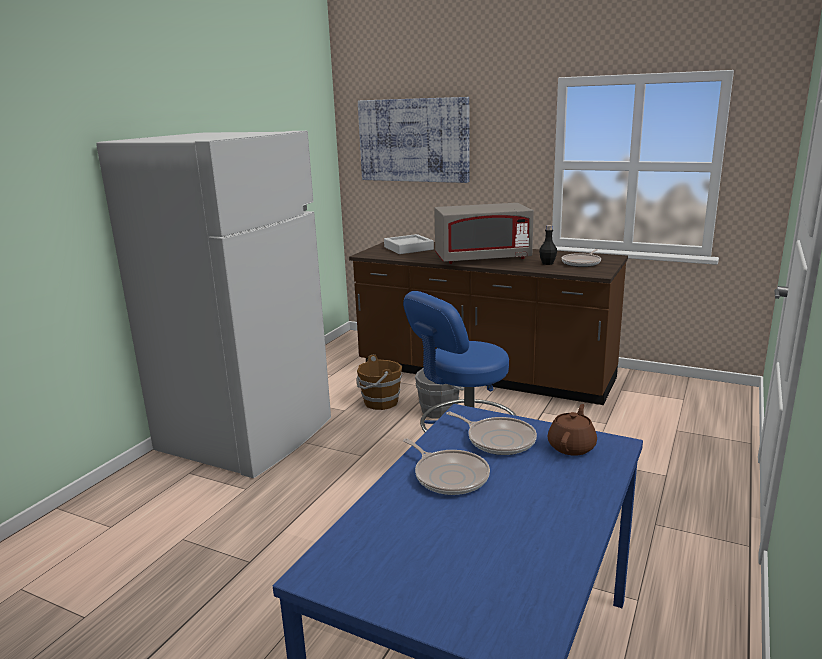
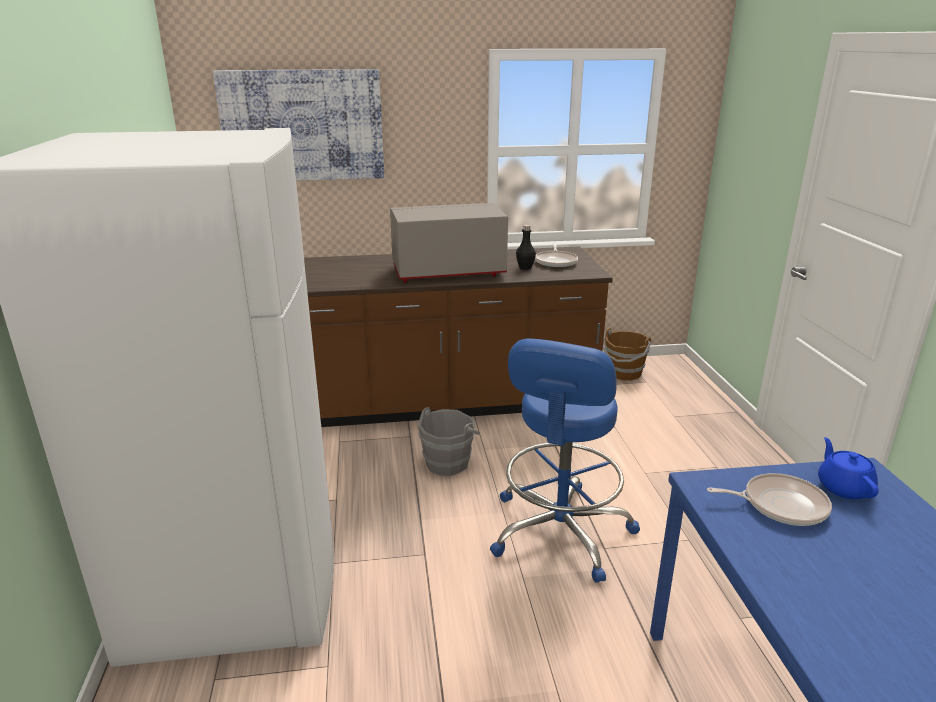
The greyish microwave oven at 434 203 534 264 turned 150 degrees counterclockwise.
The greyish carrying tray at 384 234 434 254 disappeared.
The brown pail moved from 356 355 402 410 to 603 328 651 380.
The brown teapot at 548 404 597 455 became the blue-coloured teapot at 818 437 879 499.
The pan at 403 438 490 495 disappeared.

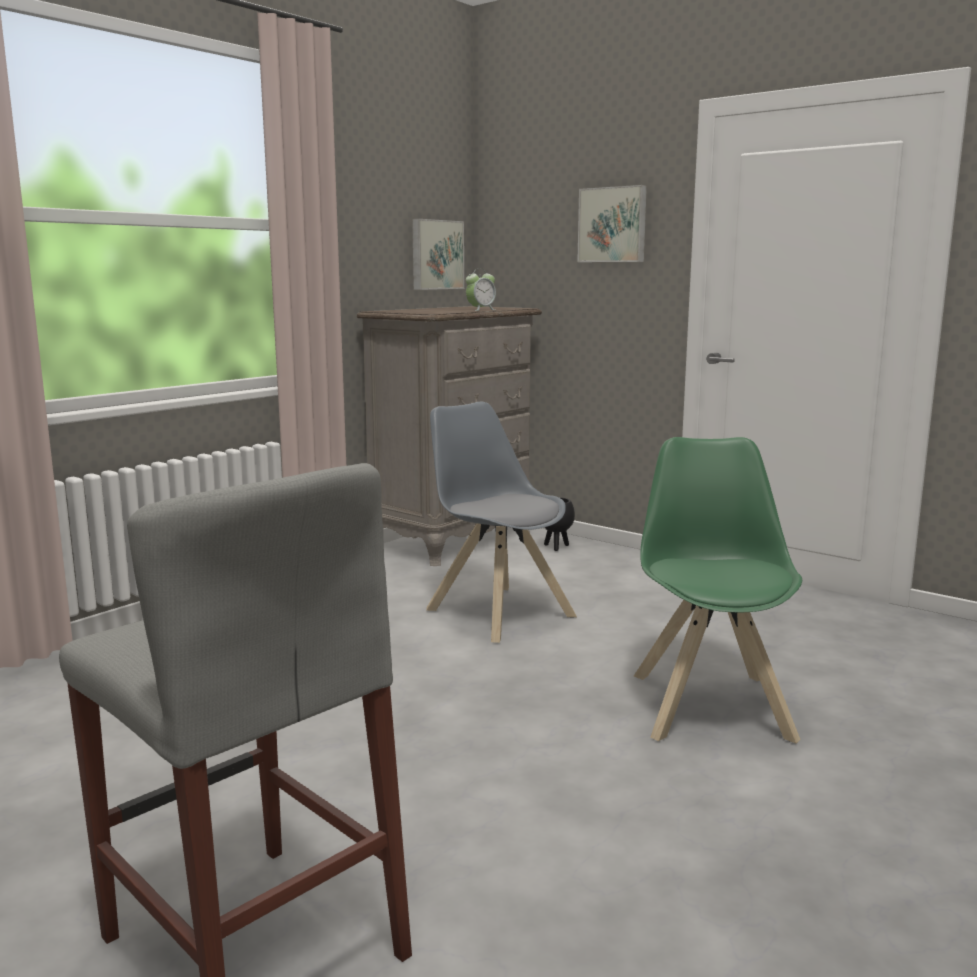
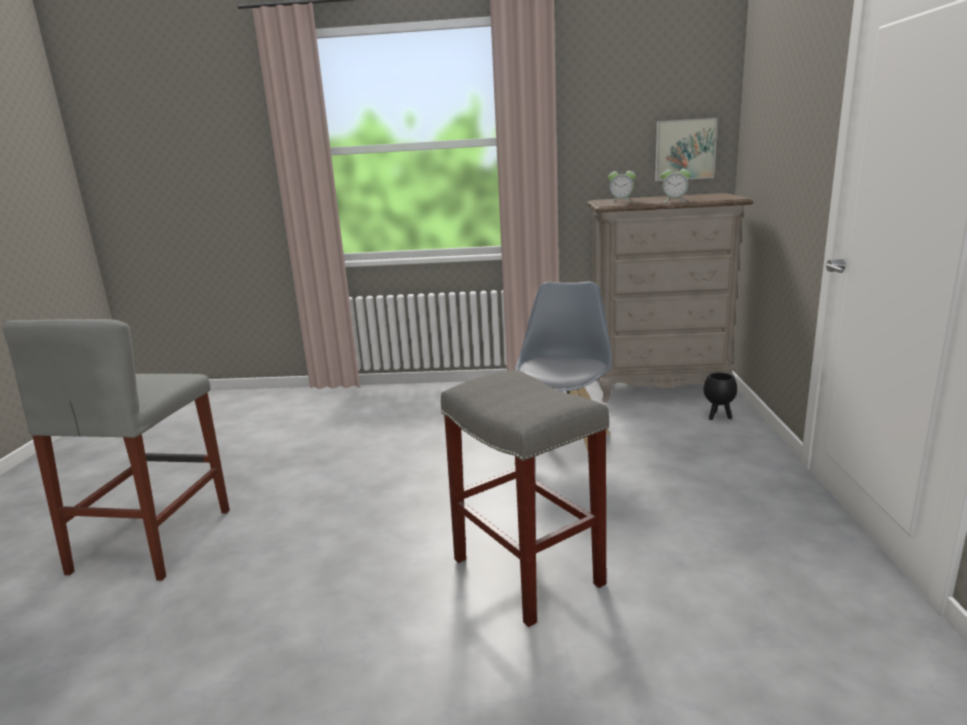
The wall picture at 577 185 647 262 disappeared.
The greenish plain chair at 634 437 802 744 was replaced by the greyish stool at 441 370 609 627.
The table clock at 608 166 636 203 appeared.

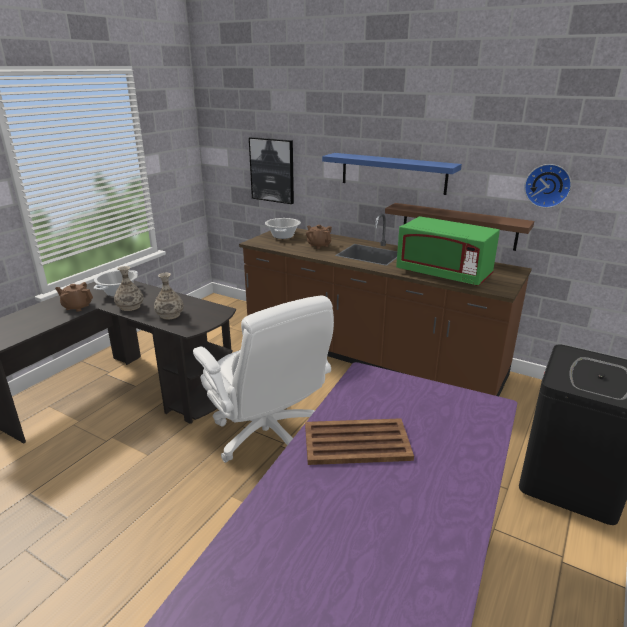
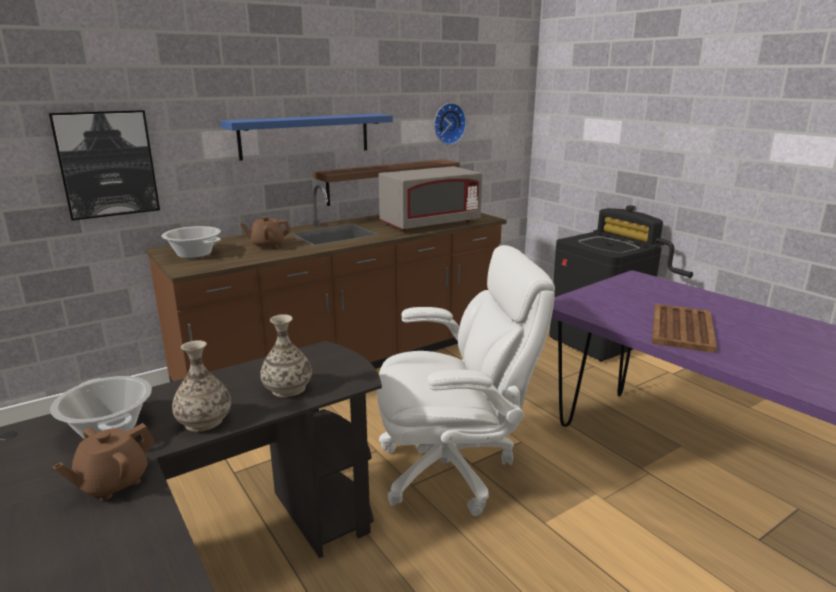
The greenish microwave oven at 396 216 500 286 became the greyish microwave oven at 379 166 482 231.

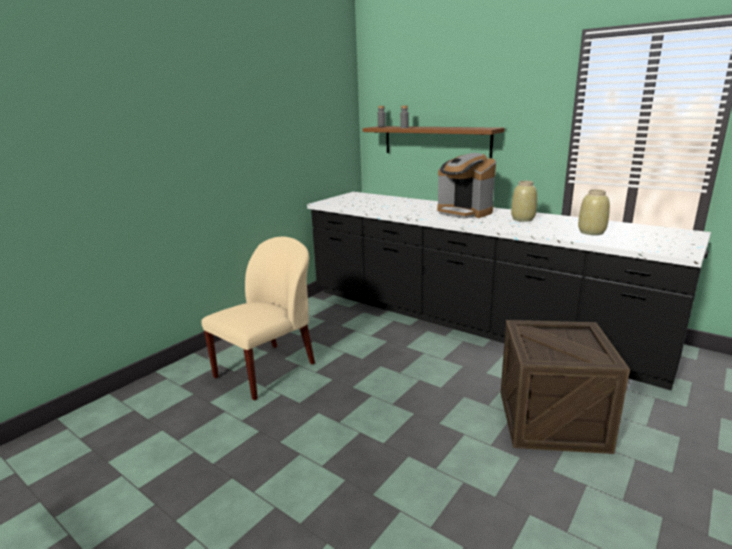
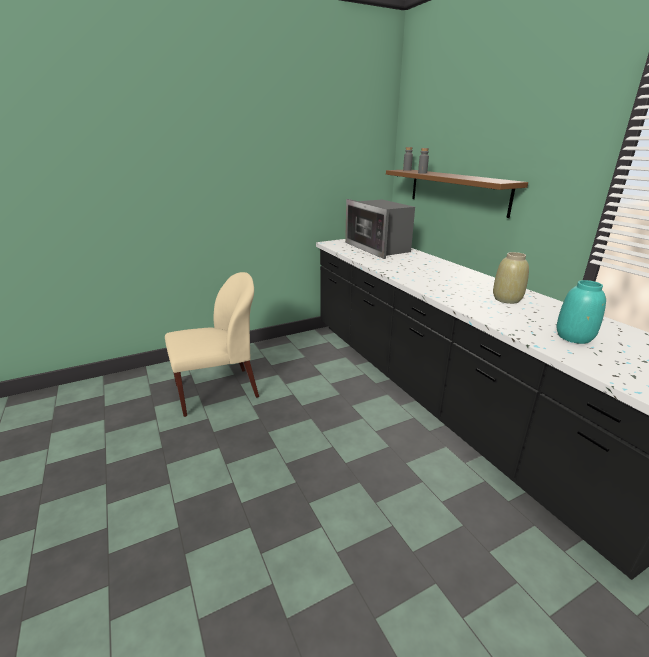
The coffee brewer at 437 153 496 218 disappeared.
The sand-coloured vase at 578 189 610 235 became the blue-green vase at 557 280 606 344.
The packing crate at 501 320 630 454 disappeared.
The microwave oven at 345 199 415 259 appeared.

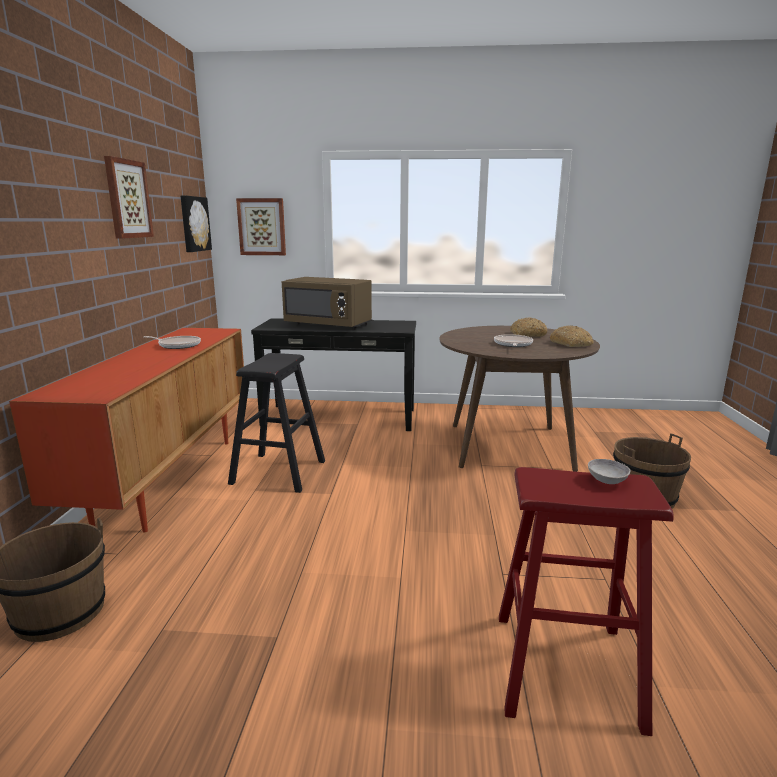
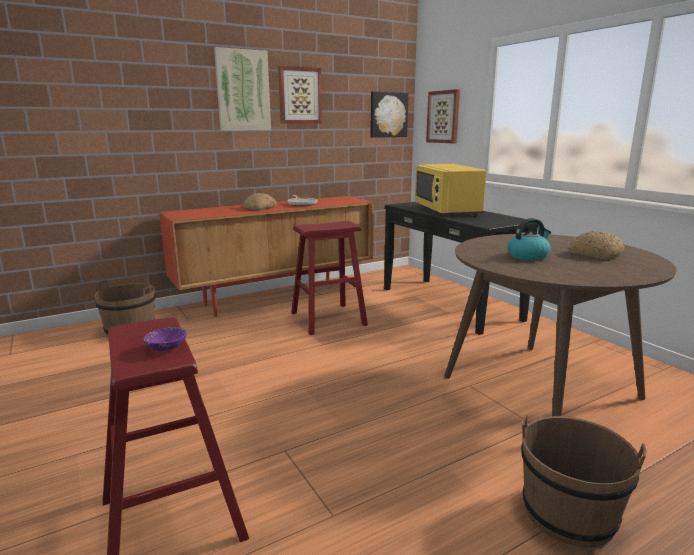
The brown microwave oven at 282 277 372 330 became the yellow microwave oven at 415 164 487 217.
The bakery bread moved from 550 325 594 347 to 243 193 277 210.
The pan at 494 334 533 347 was replaced by the water kettle at 507 218 551 261.
The black-coloured stool at 228 353 325 493 became the red stool at 291 221 368 335.
The greyish bowl at 588 459 631 484 became the purple-coloured bowl at 143 327 187 351.
The wall picture at 214 47 271 131 appeared.

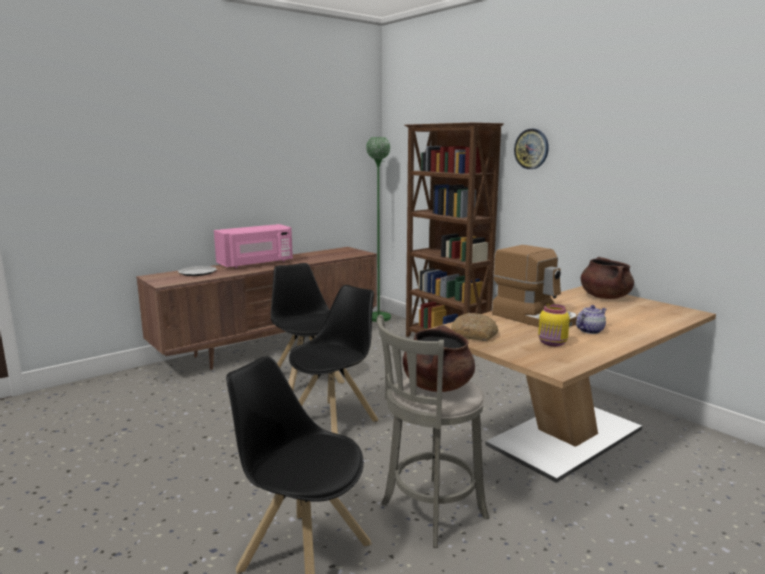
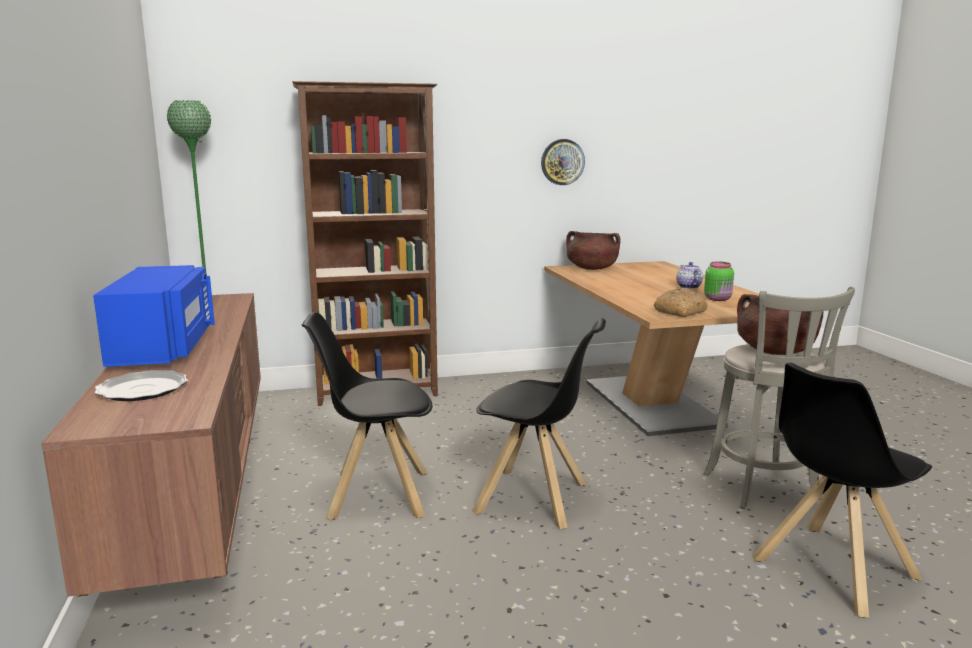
The hanging clock moved from 514 129 549 169 to 541 139 585 185.
The pink-coloured microwave oven at 214 224 293 268 became the blue-coloured microwave oven at 93 265 215 367.
The coffee brewer at 492 245 577 327 disappeared.
The black-coloured plain chair at 289 285 378 434 turned 135 degrees clockwise.
The yellow storage jar at 538 304 570 347 became the greenish storage jar at 704 262 734 301.

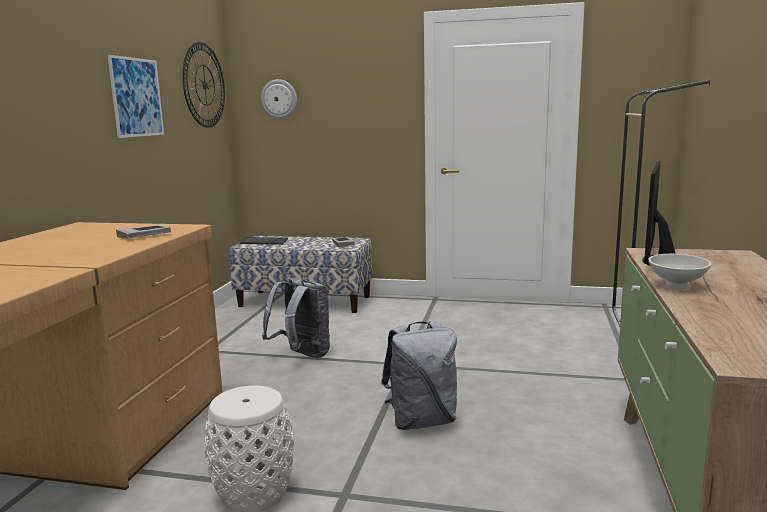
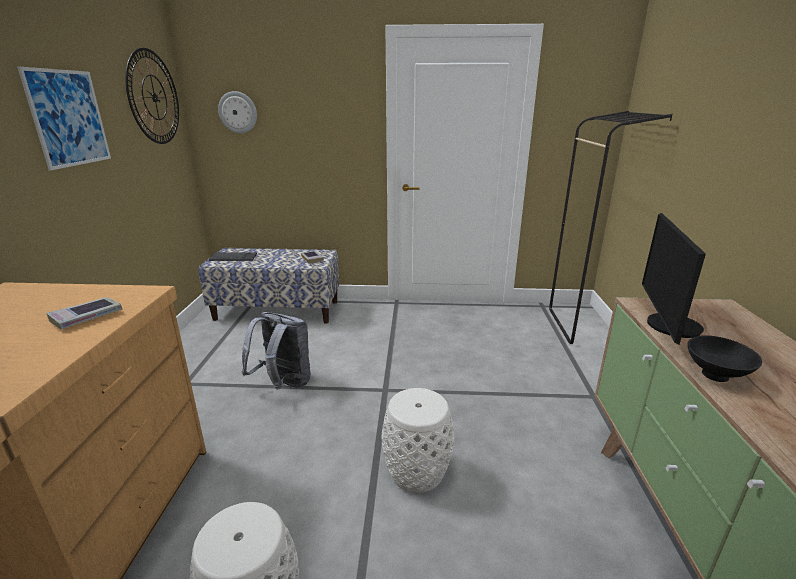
The white bowl at 648 254 711 289 became the black-coloured bowl at 688 335 762 382.
The greyish knapsack at 381 321 457 430 was replaced by the white stool at 382 388 454 493.

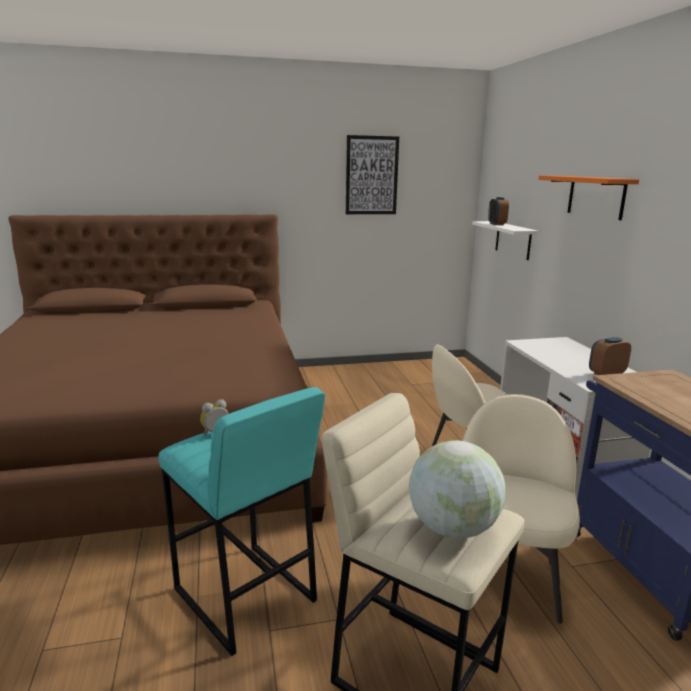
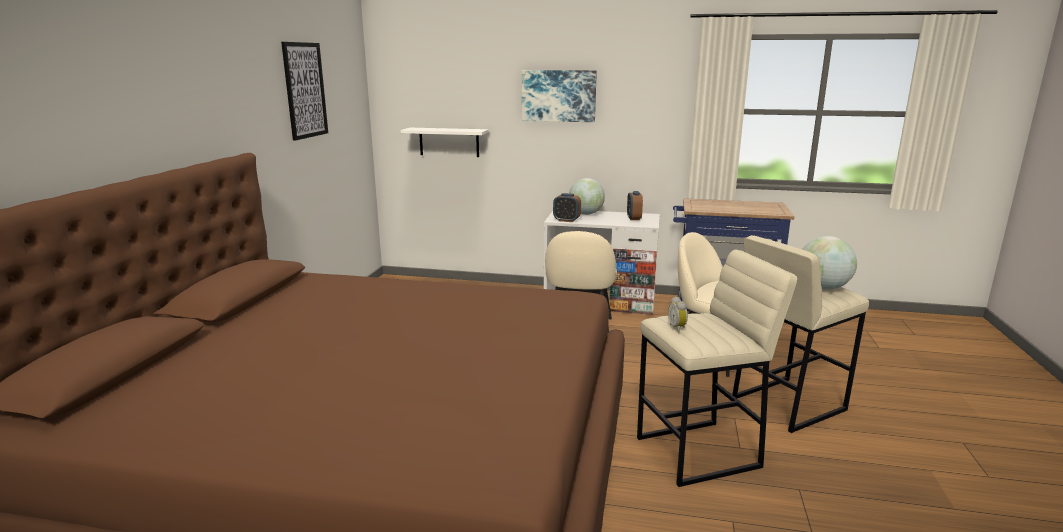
The orangey shelf at 539 176 639 220 was replaced by the wall picture at 522 70 597 122.
The table clock moved from 488 197 509 225 to 553 193 581 222.
The blue-green stool at 159 387 325 656 became the sand-coloured stool at 637 250 797 487.
The desk globe at 569 178 605 215 appeared.

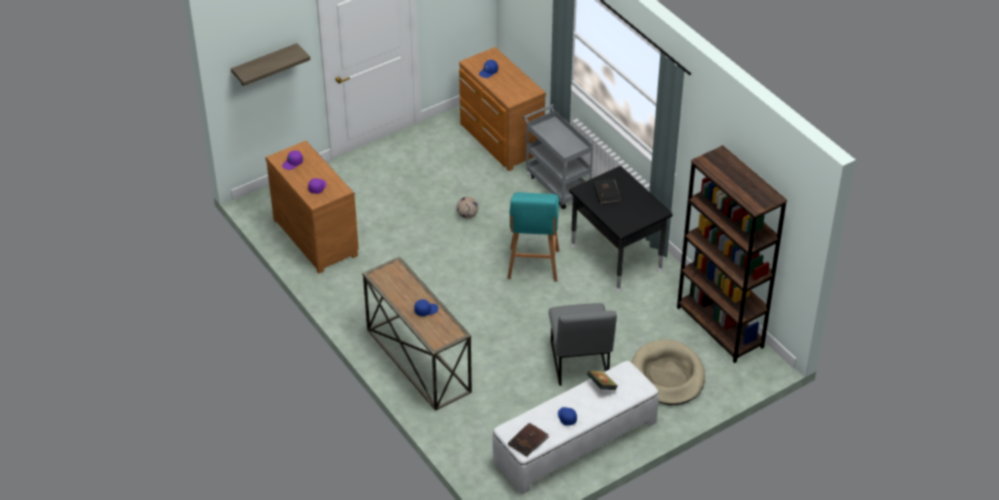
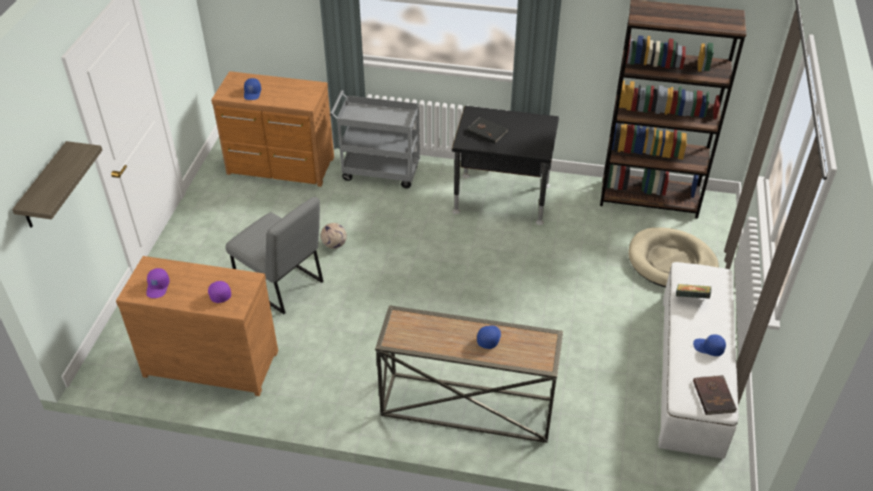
The blue-green stool at 507 192 559 282 disappeared.
The greyish plain chair moved from 549 303 617 386 to 225 197 324 314.

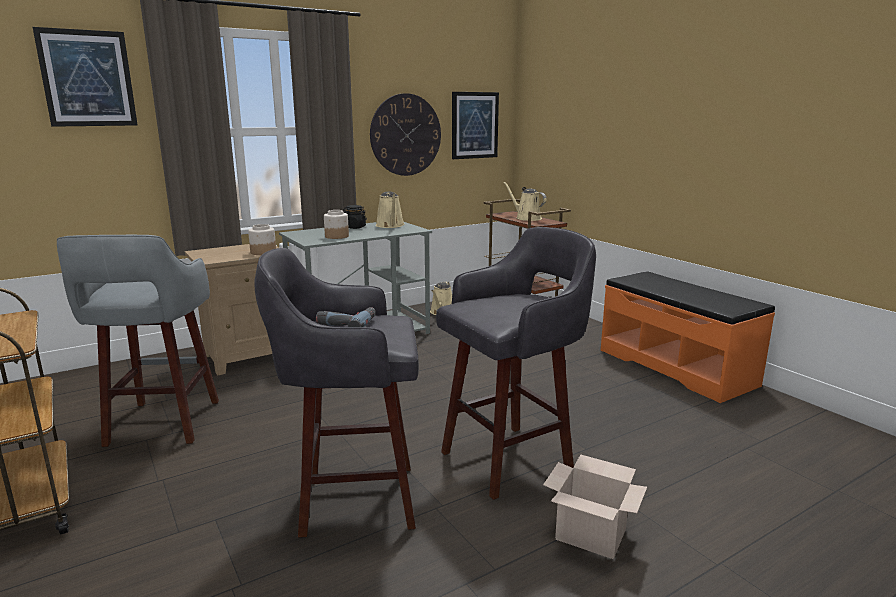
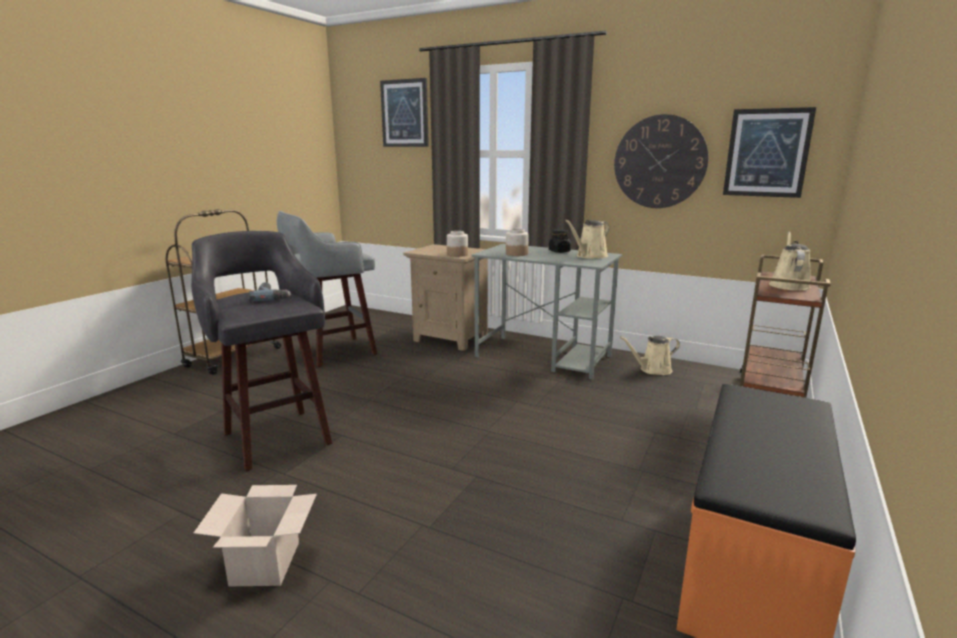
The greyish stool at 436 227 596 500 disappeared.

